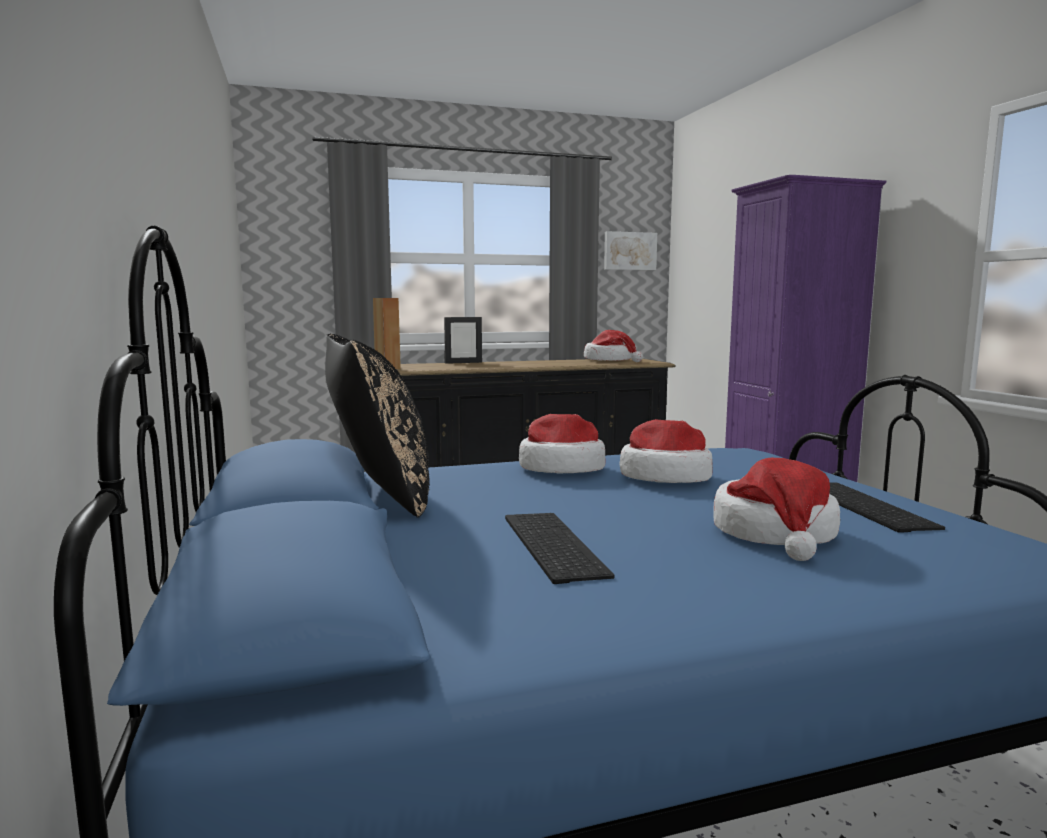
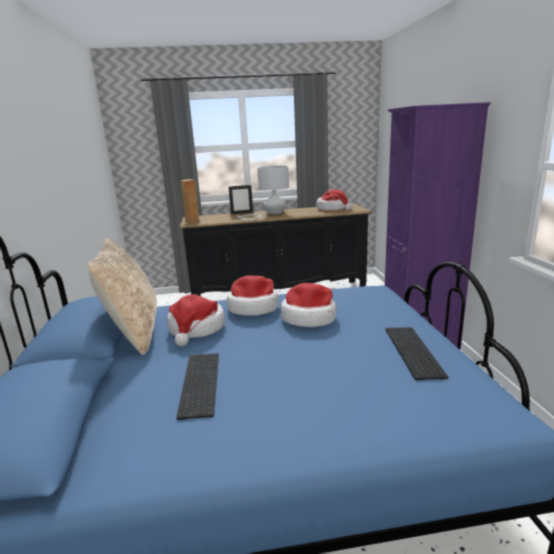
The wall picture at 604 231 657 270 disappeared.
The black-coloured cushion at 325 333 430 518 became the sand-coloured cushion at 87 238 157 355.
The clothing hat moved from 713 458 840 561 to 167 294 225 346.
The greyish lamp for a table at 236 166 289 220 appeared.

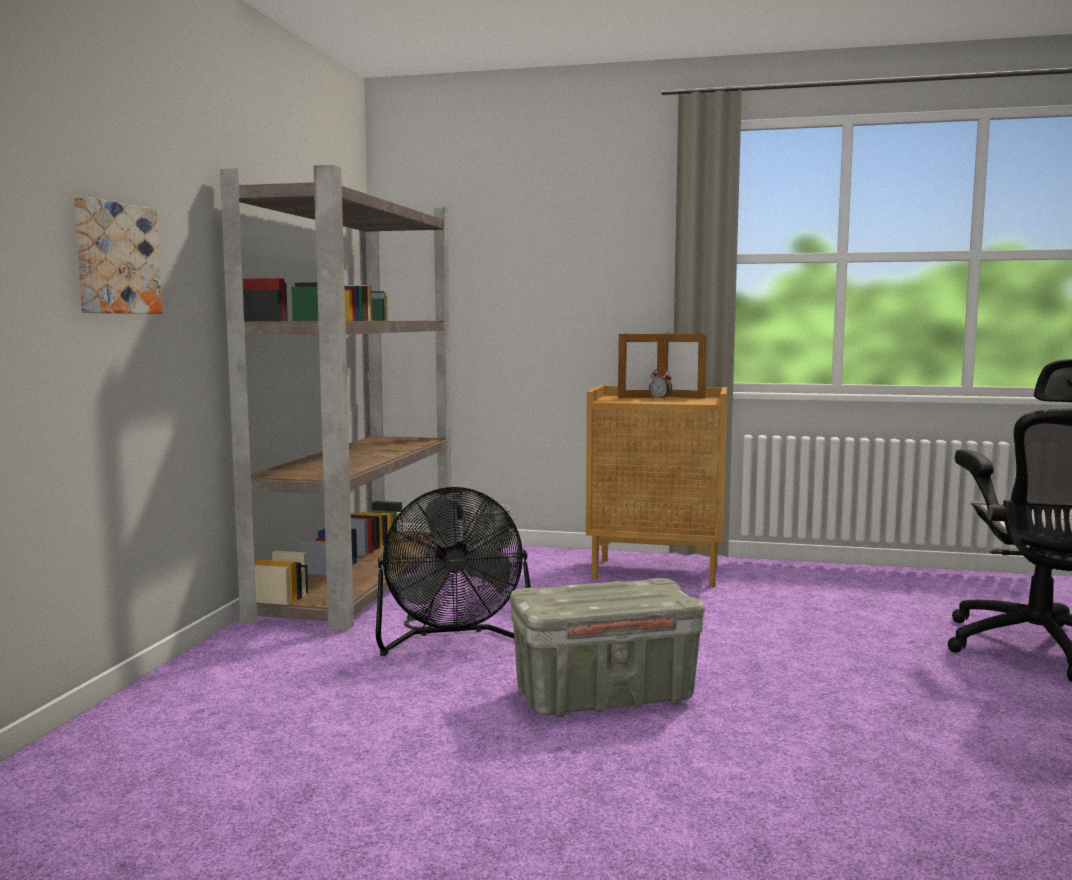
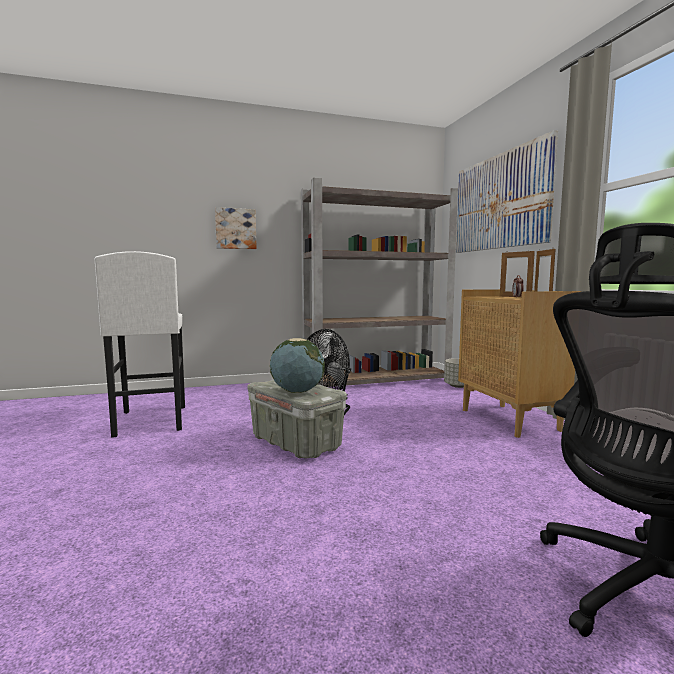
The wall picture at 456 130 558 253 appeared.
The white stool at 95 251 185 438 appeared.
The desk globe at 270 338 325 393 appeared.

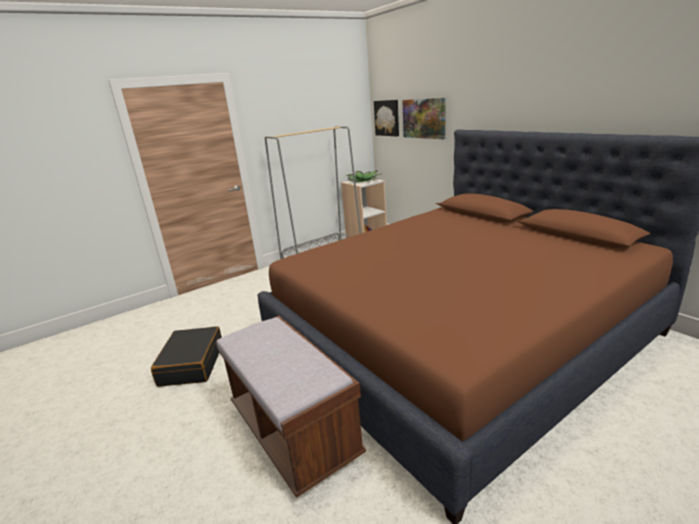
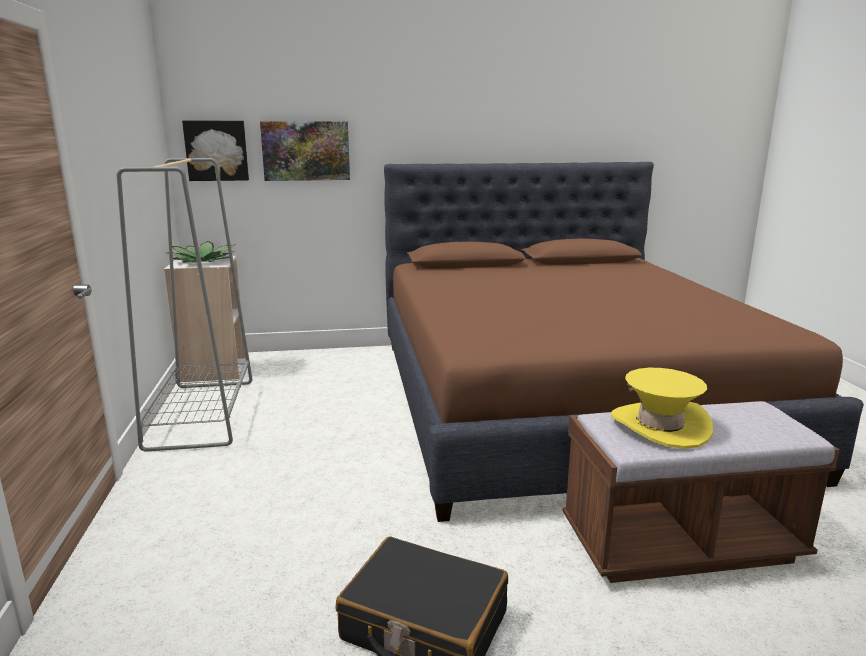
The yellow clothing hat at 611 368 713 449 appeared.

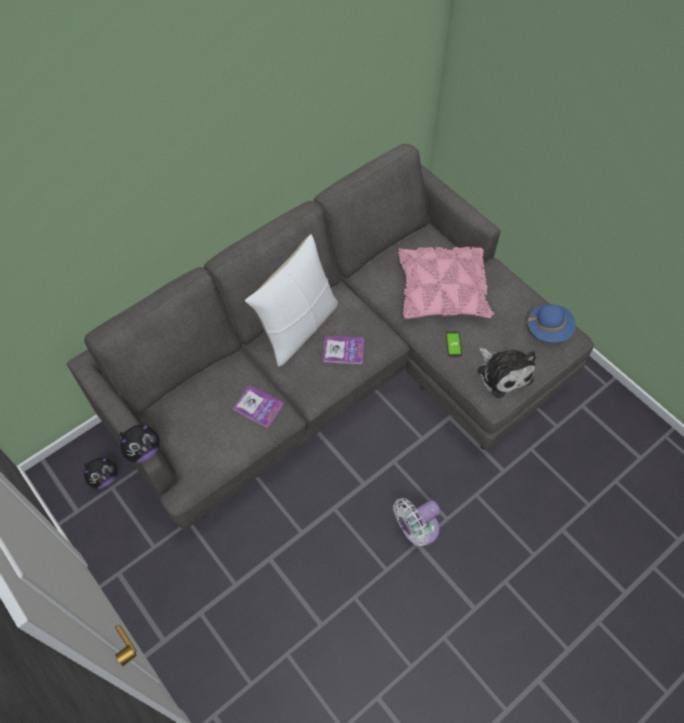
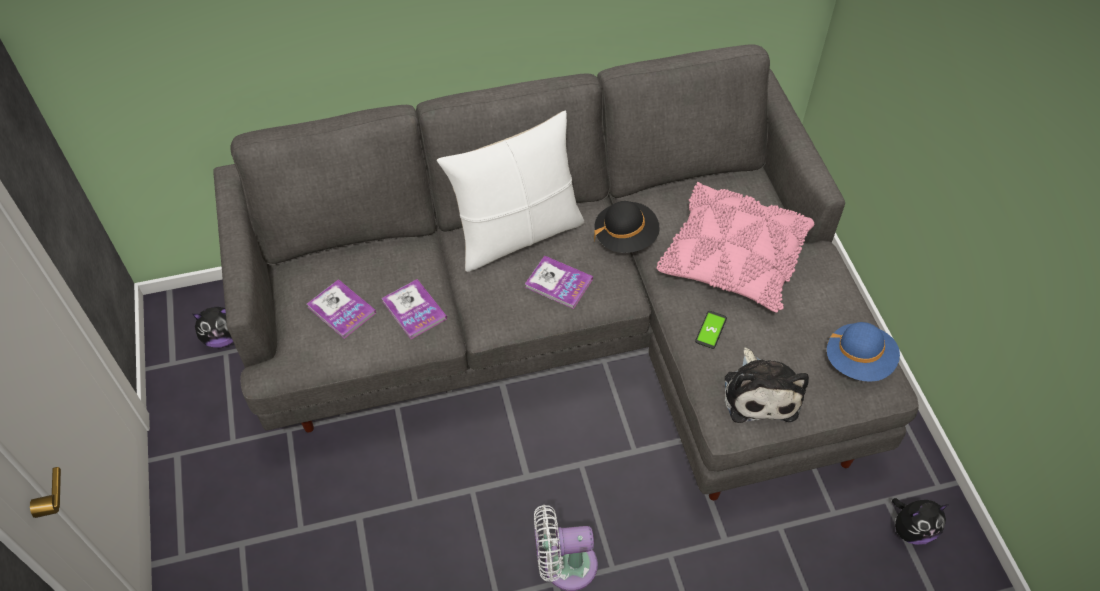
The soft toy moved from 119 424 159 463 to 892 498 948 545.
The black-coloured clothing hat at 594 201 660 253 appeared.
The volume at 307 279 376 339 appeared.

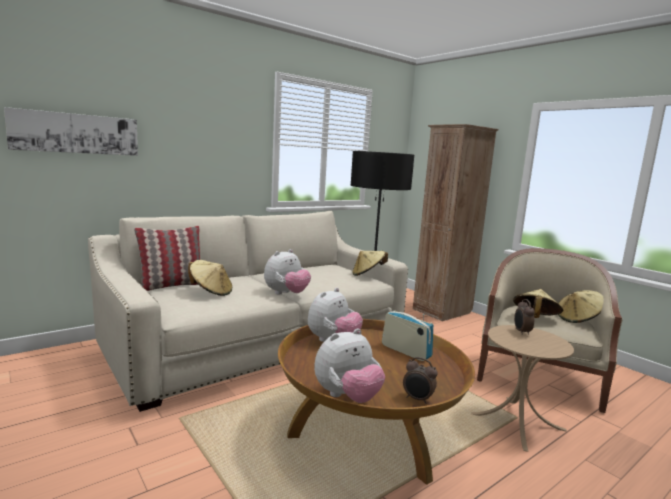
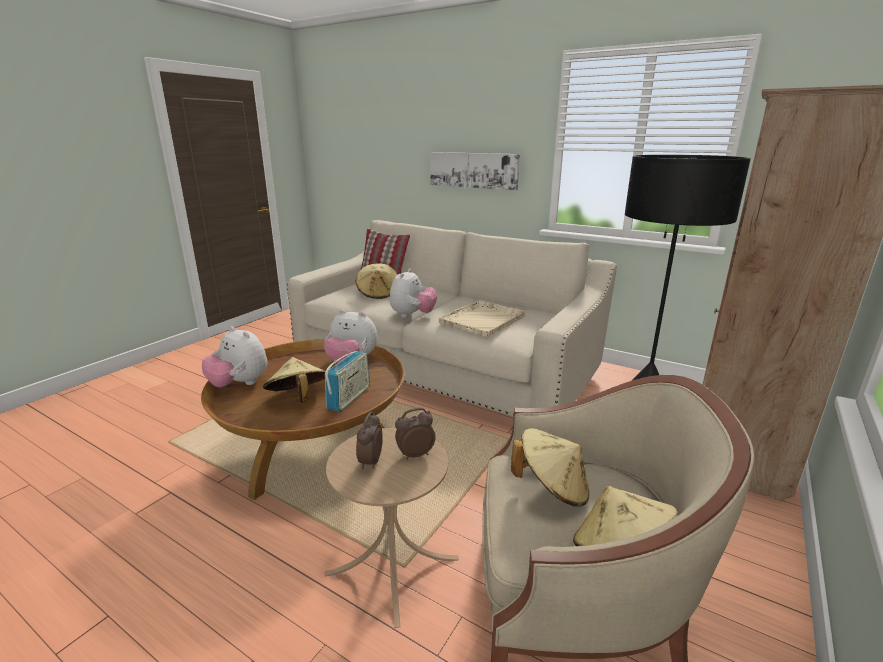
The wall picture moved from 4 107 138 156 to 430 152 520 190.
The soft toy at 264 249 311 295 turned 90 degrees counterclockwise.
The sand-coloured clothing hat moved from 352 251 388 276 to 263 357 326 402.
The table clock moved from 403 357 438 404 to 356 412 383 469.
The sand-coloured carrying tray at 439 300 525 337 appeared.

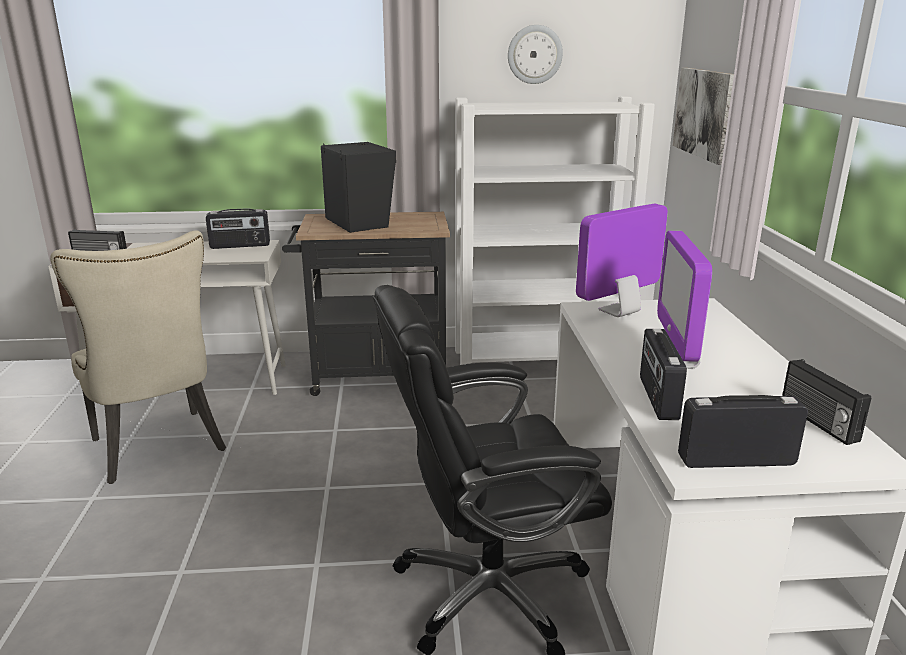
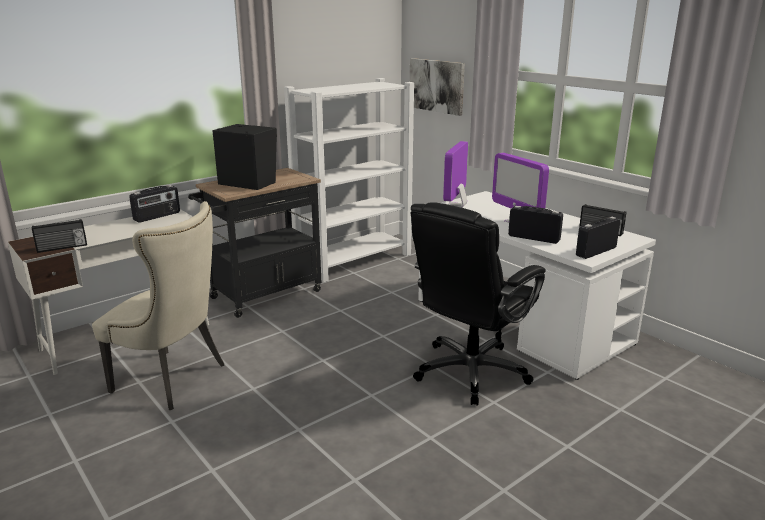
The hanging clock at 508 25 563 84 disappeared.
The radio set at 640 329 687 420 turned 150 degrees clockwise.

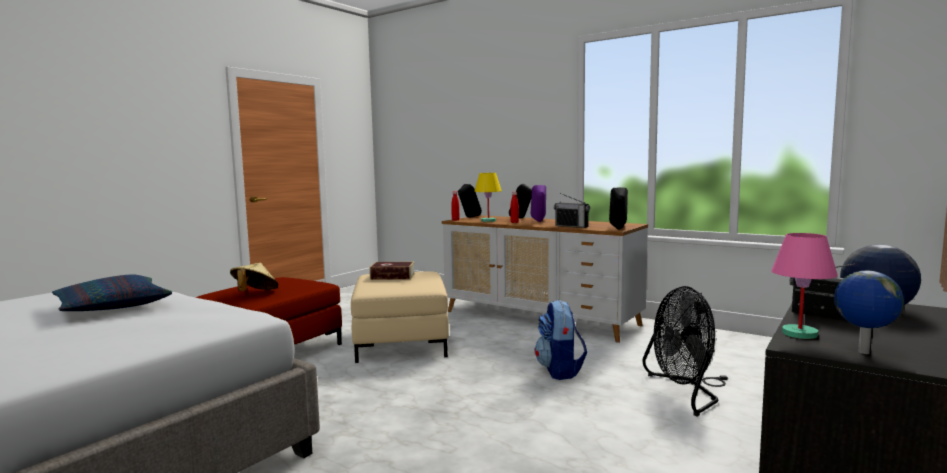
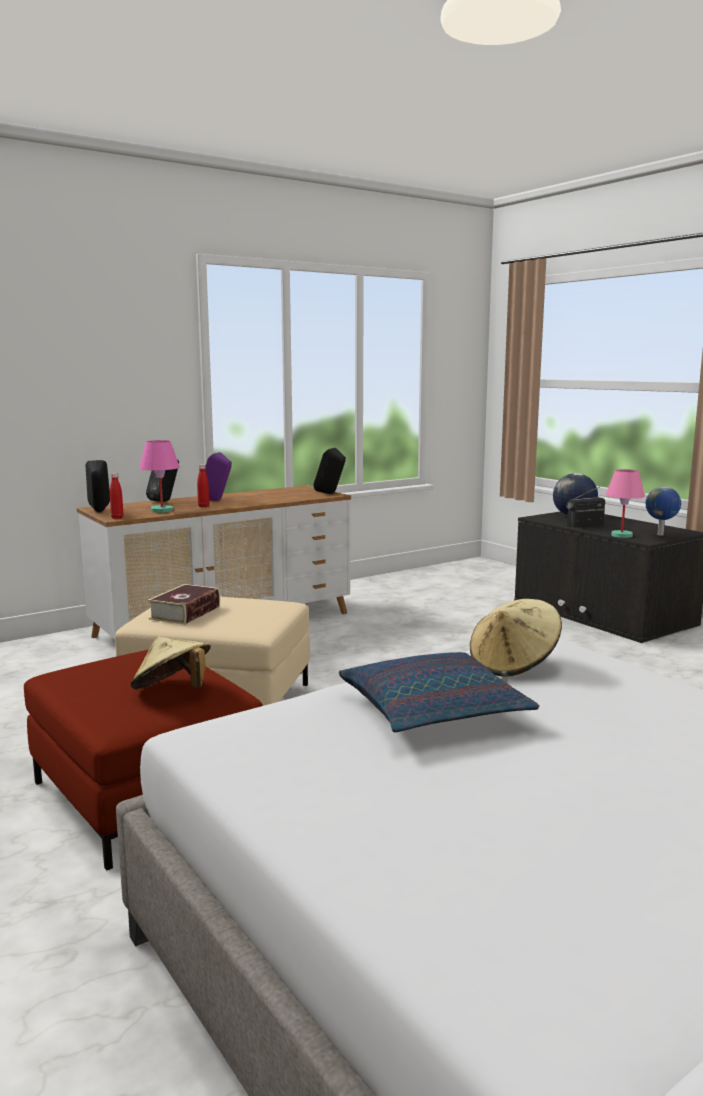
The yellow lamp for a table at 474 173 502 222 became the pink-coloured lamp for a table at 139 440 180 513.
The radio set at 554 193 590 228 disappeared.
The black-coloured electric fan at 643 286 729 417 disappeared.
The knapsack at 535 300 587 380 disappeared.
The sand-coloured clothing hat at 470 599 562 677 appeared.

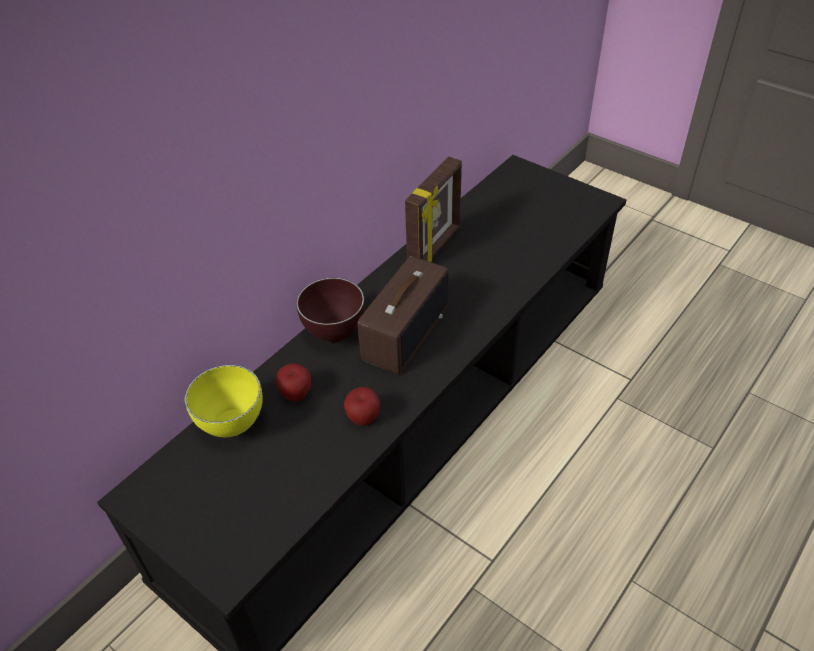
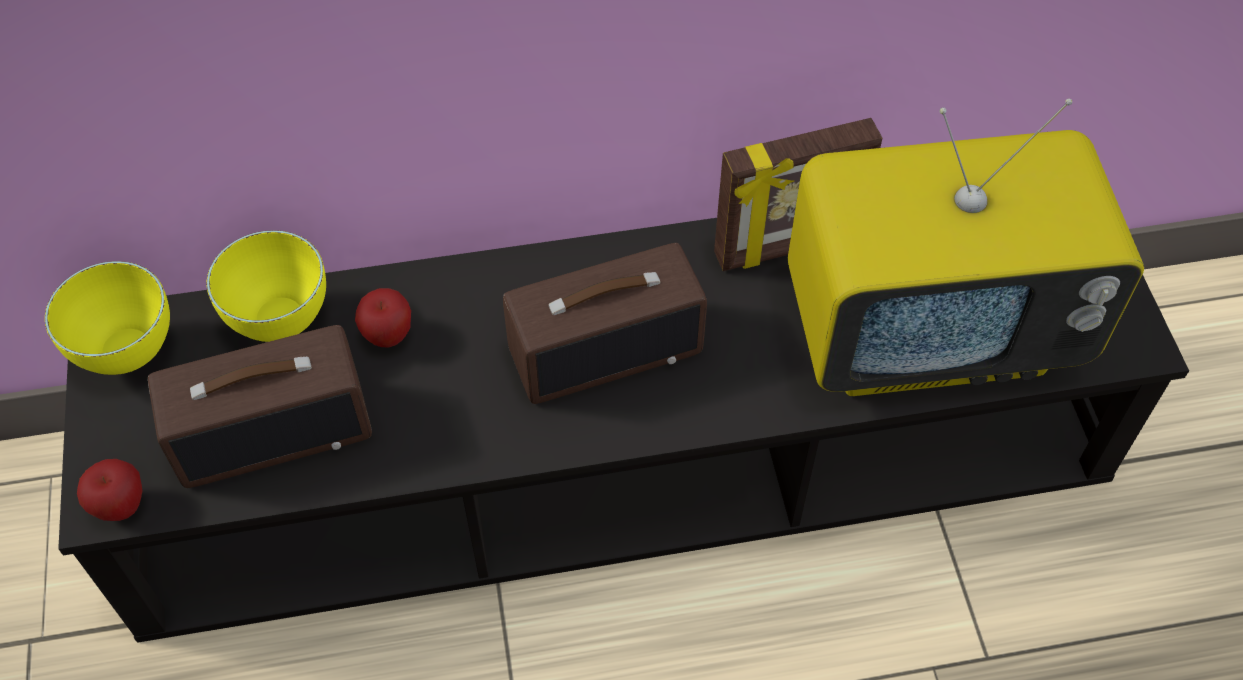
The brown bowl at 296 278 365 342 disappeared.
The apple fruit moved from 344 387 380 426 to 77 459 143 521.
The television at 788 99 1144 396 appeared.
The yellow bowl at 45 261 170 375 appeared.
The radio set at 148 325 372 488 appeared.

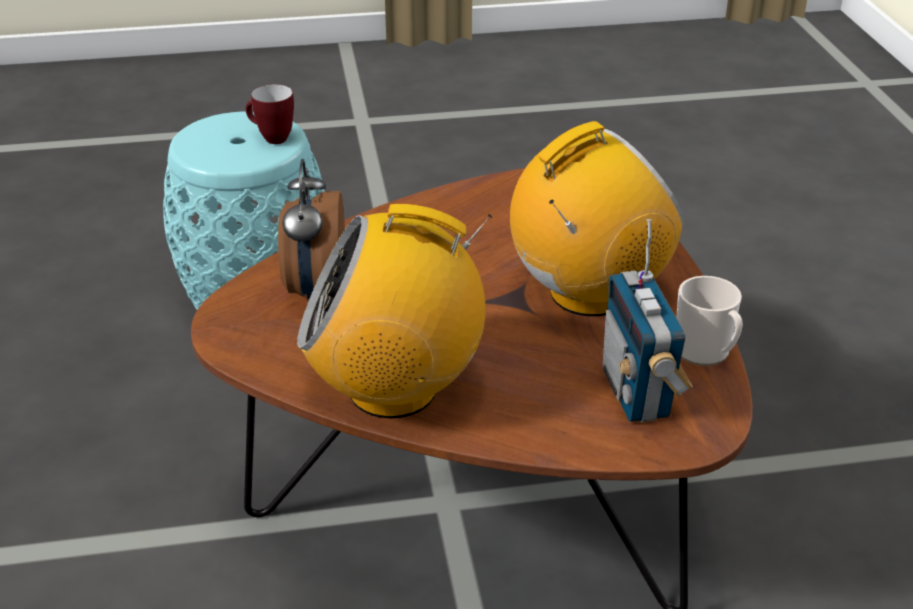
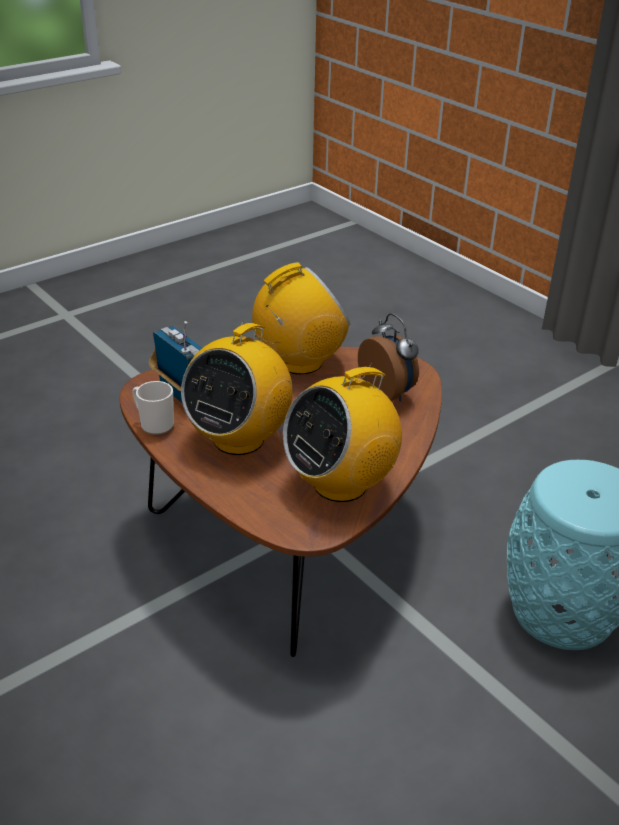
The tea mug at 246 84 294 144 disappeared.
The radio set at 283 362 402 502 appeared.

